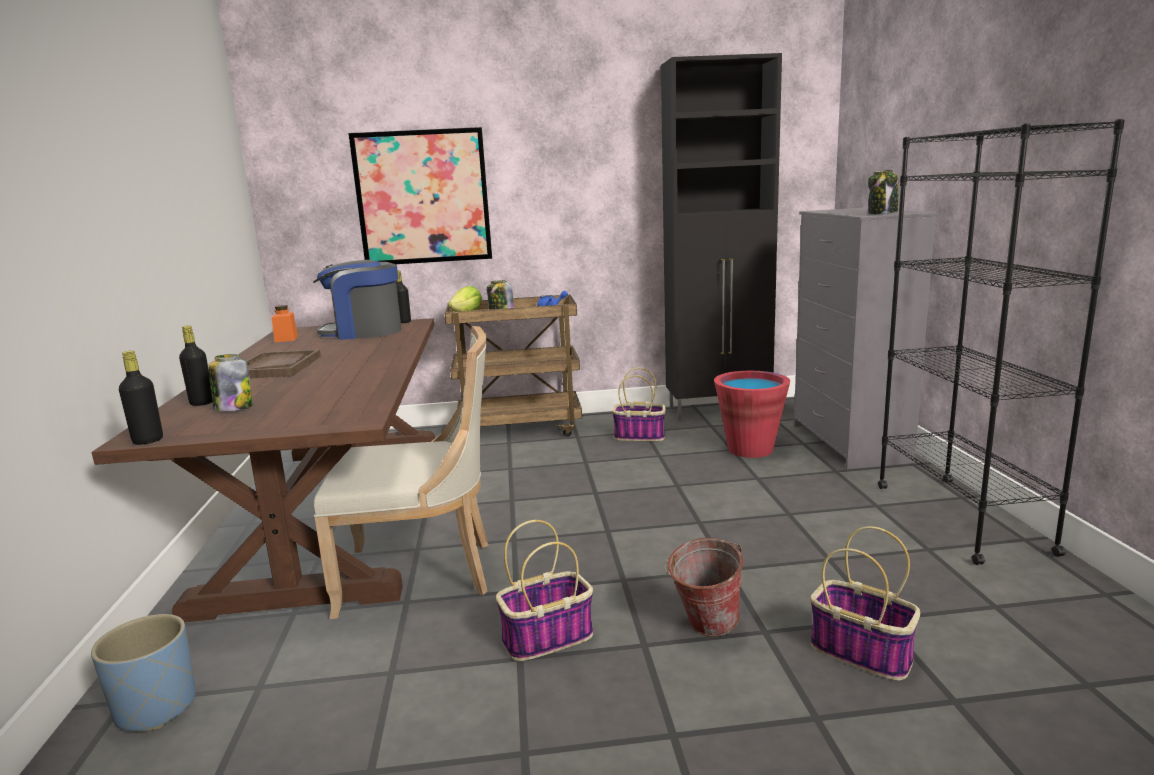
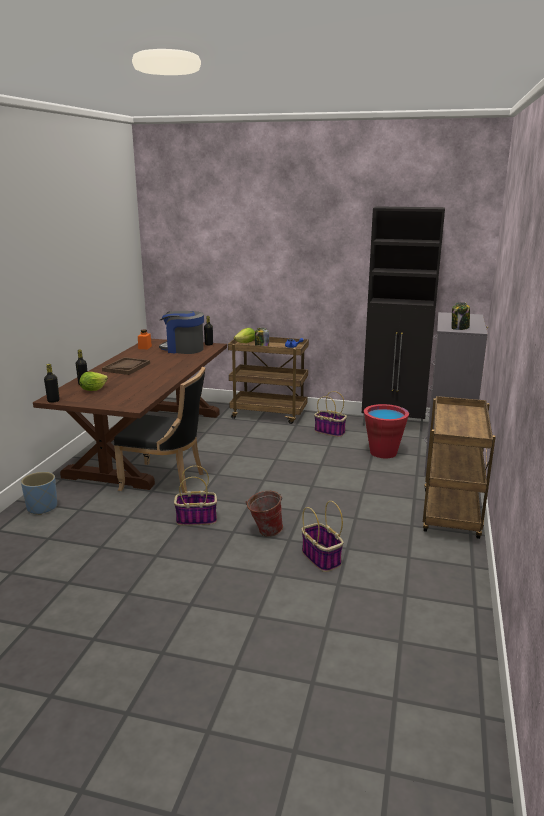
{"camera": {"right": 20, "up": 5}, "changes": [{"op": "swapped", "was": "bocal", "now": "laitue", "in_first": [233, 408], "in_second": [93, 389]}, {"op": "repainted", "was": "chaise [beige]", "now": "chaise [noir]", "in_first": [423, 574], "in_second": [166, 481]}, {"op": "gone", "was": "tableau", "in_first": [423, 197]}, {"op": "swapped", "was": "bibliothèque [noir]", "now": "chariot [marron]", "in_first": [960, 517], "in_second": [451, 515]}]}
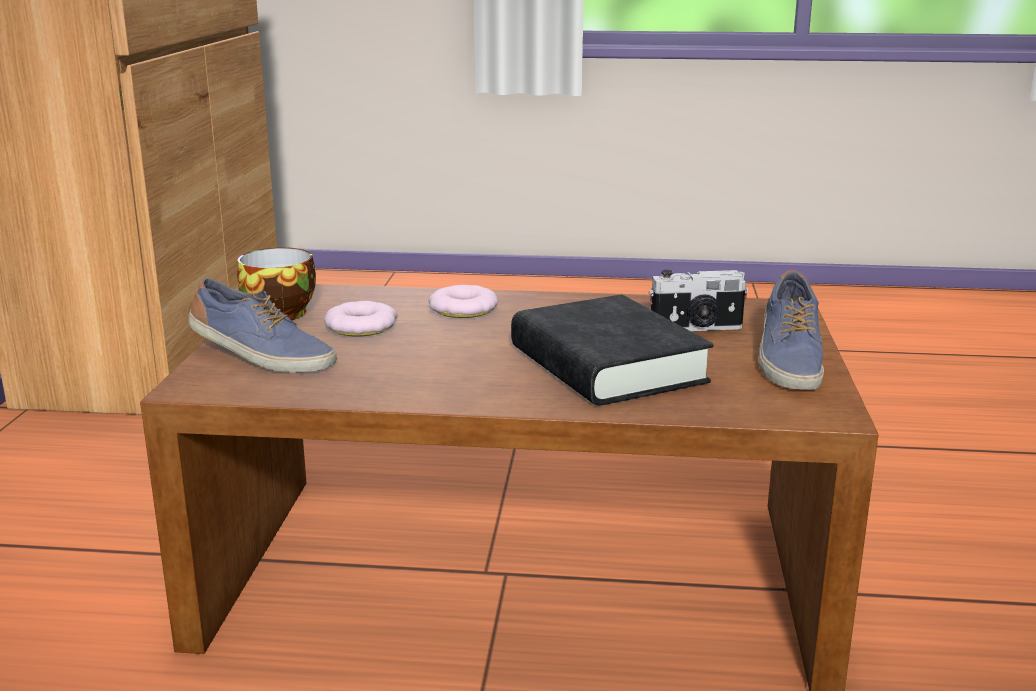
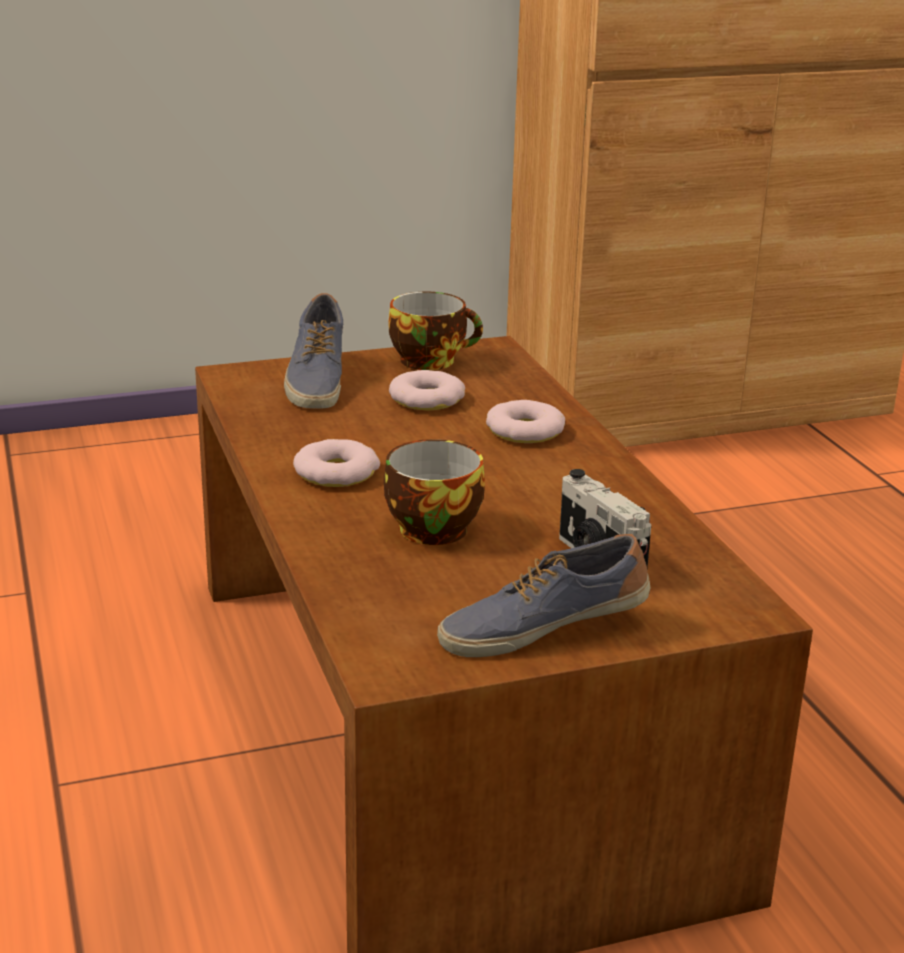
{"camera": {"right": 65, "up": 5}, "changes": [{"op": "swapped", "was": "livre [noir]", "now": "tasse", "in_first": [607, 365], "in_second": [428, 527]}, {"op": "new", "now": "beignet", "in_second": [336, 472]}]}
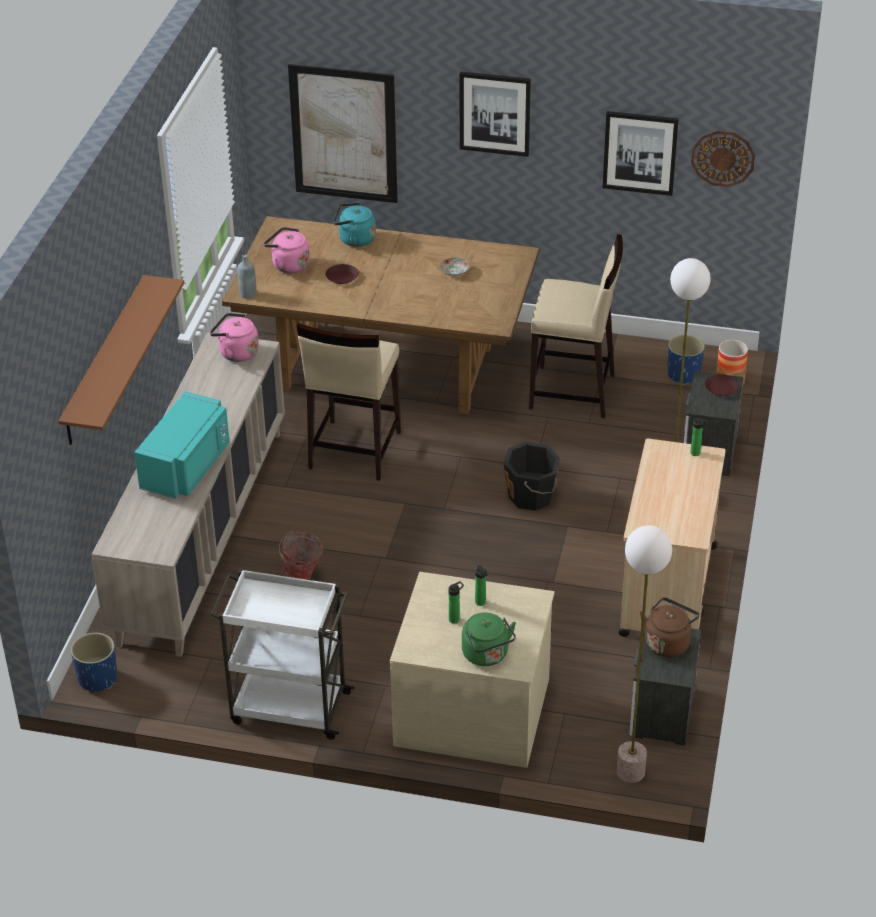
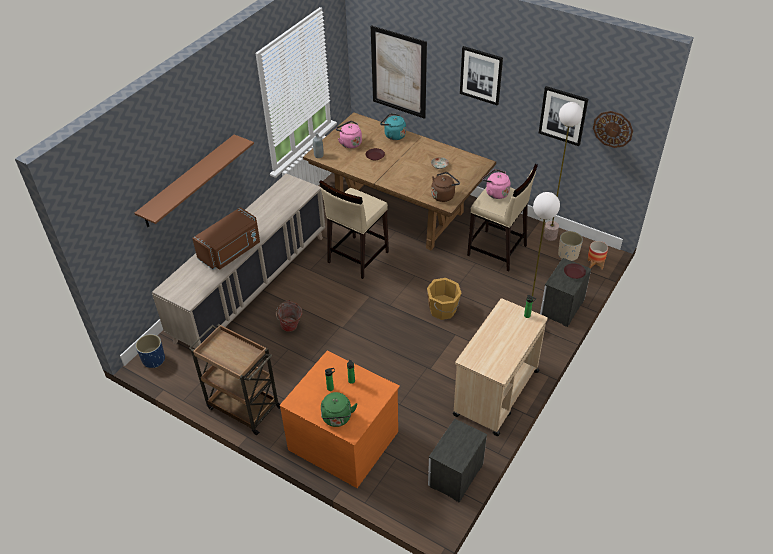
{"camera": {"right": 20, "up": 5}, "changes": [{"op": "repainted", "was": "micro-ondes [turquoise]", "now": "micro-ondes [marron]", "in_first": [187, 467], "in_second": [231, 251]}, {"op": "shifted", "was": "bouilloire [rose]", "in_first": [236, 352], "in_second": [495, 193]}, {"op": "repainted", "was": "chariot [blanc]", "now": "chariot [marron]", "in_first": [288, 707], "in_second": [243, 407]}, {"op": "repainted", "was": "commode [beige]", "now": "commode [orange]", "in_first": [473, 709], "in_second": [344, 439]}, {"op": "repainted", "was": "seau [noir]", "now": "seau [orange]", "in_first": [531, 496], "in_second": [443, 310]}, {"op": "shifted", "was": "lampadaire", "in_first": [630, 772], "in_second": [550, 236]}, {"op": "shifted", "was": "bouilloire [marron]", "in_first": [668, 642], "in_second": [444, 195]}, {"op": "repainted", "was": "cache-pot [bleu]", "now": "cache-pot [beige]", "in_first": [683, 375], "in_second": [568, 255]}]}
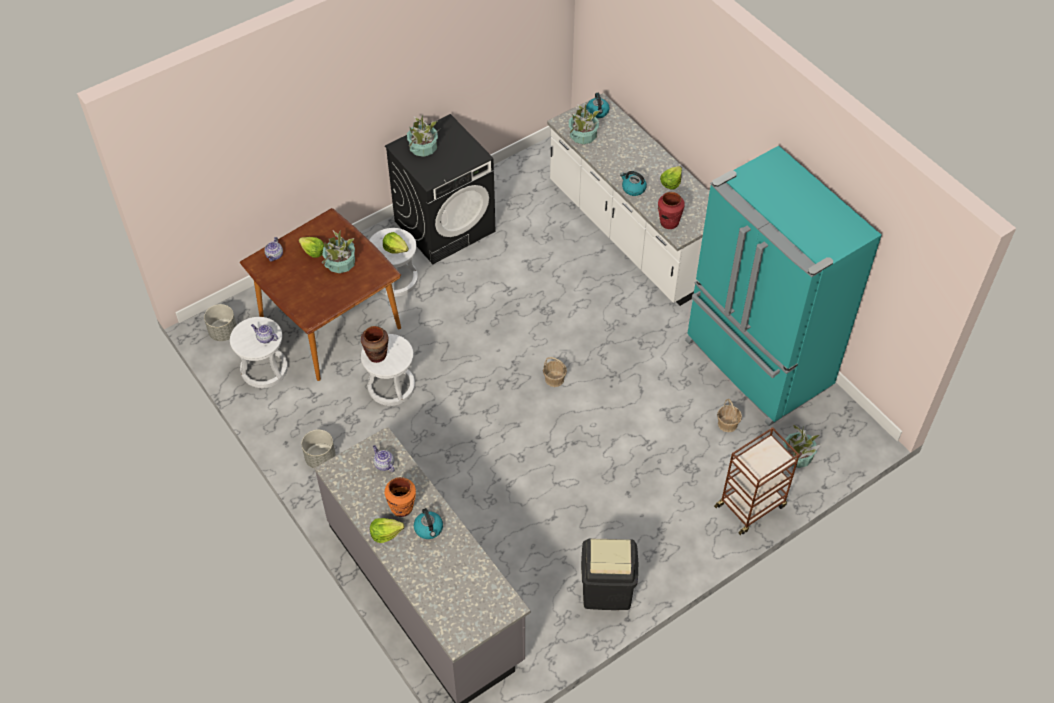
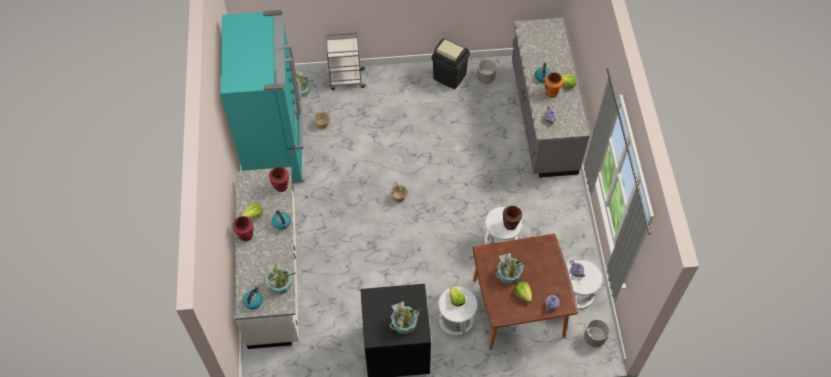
{"camera": {"right": -150, "up": 5}, "changes": [{"op": "shifted", "was": "cache-pot [gris]", "in_first": [320, 458], "in_second": [486, 78]}, {"op": "repainted", "was": "chariot [marron]", "now": "chariot [gris]", "in_first": [751, 505], "in_second": [346, 80]}, {"op": "new", "now": "vase [rouge]", "in_second": [246, 235]}]}
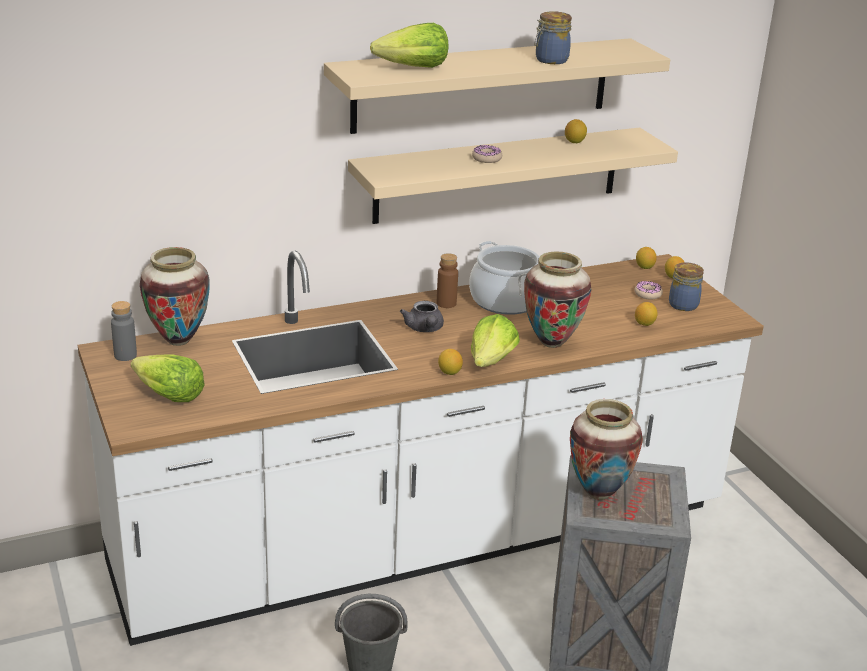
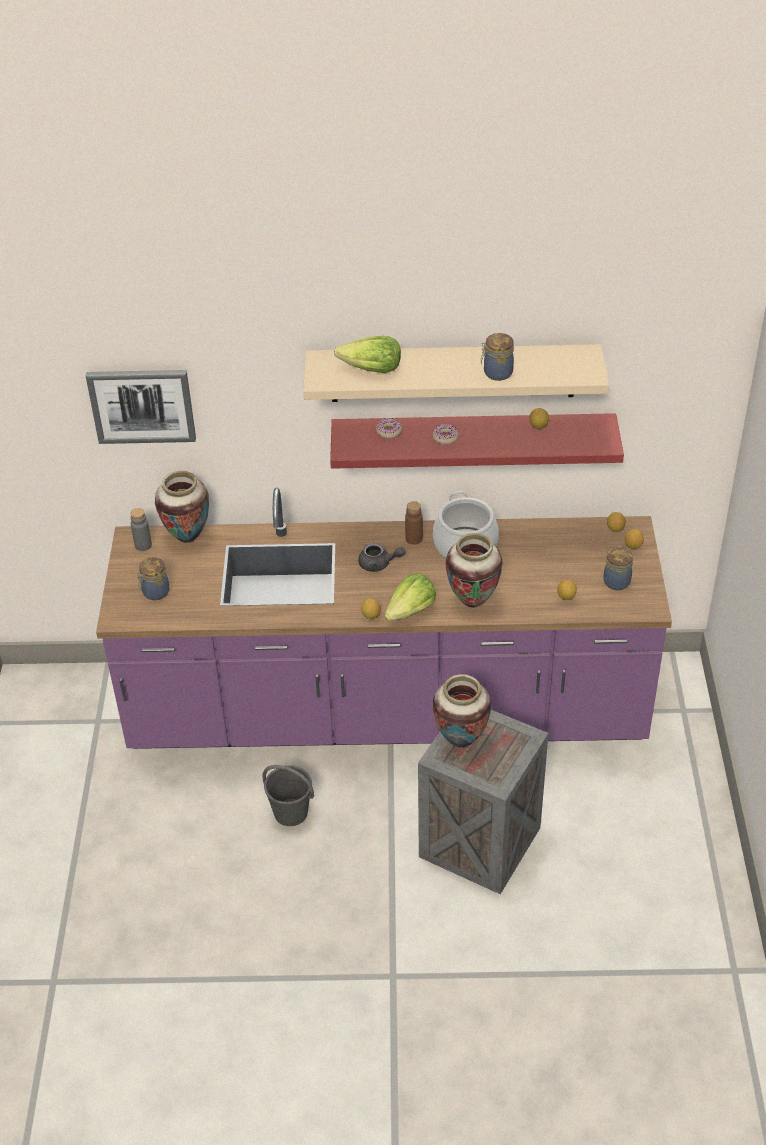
{"camera": {"right": 25, "up": 15}, "changes": [{"op": "repainted", "was": "comptoir de cuisine [blanc]", "now": "comptoir de cuisine [violet]", "in_first": [423, 541], "in_second": [387, 713]}, {"op": "swapped", "was": "laitue", "now": "bocal", "in_first": [168, 395], "in_second": [155, 592]}, {"op": "repainted", "was": "étagère [beige]", "now": "étagère [rouge]", "in_first": [498, 175], "in_second": [473, 439]}, {"op": "rotated", "was": "théière [gris]", "in_first": [424, 329], "in_second": [379, 564], "clockwise": -90}, {"op": "shifted", "was": "beignet", "in_first": [648, 294], "in_second": [389, 431]}, {"op": "new", "now": "tableau", "in_second": [142, 405]}]}
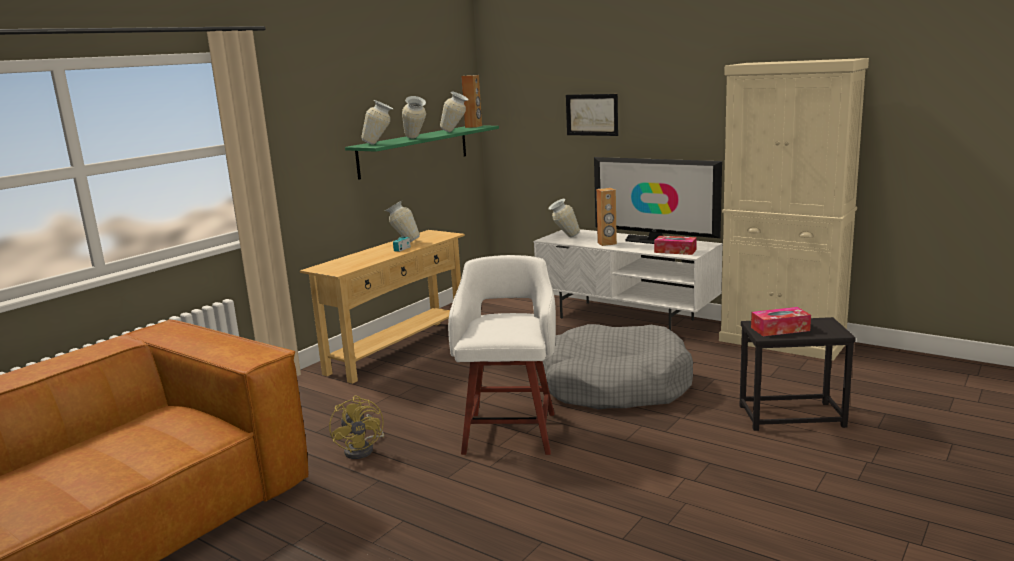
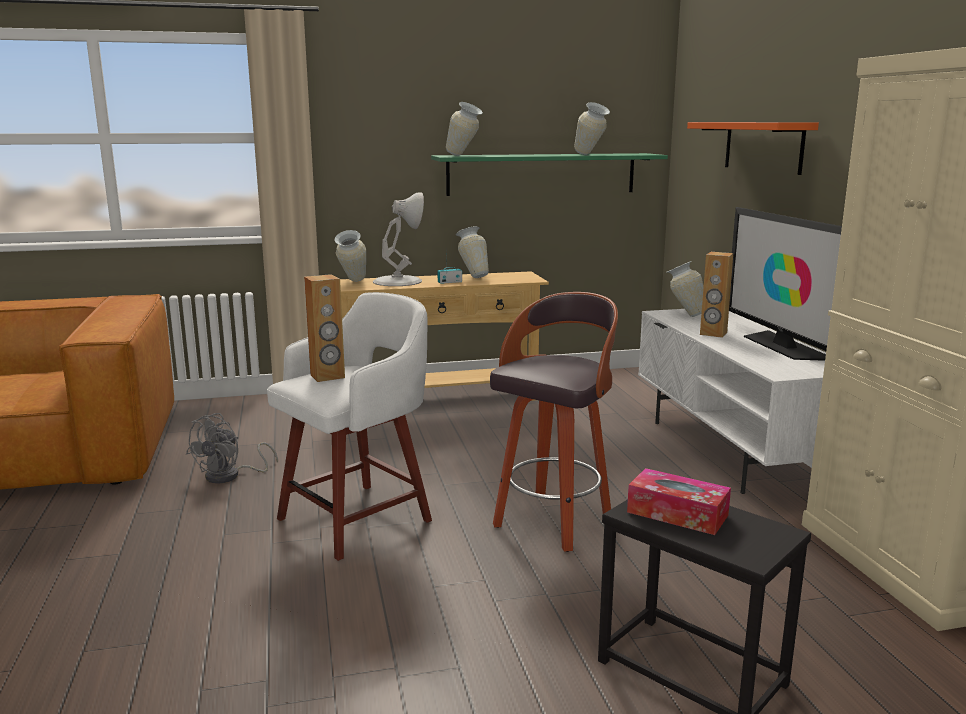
{"camera": {"right": 40, "up": 0}, "changes": [{"op": "repainted", "was": "ventilateur [jaune]", "now": "ventilateur [gris]", "in_first": [363, 449], "in_second": [230, 476]}, {"op": "shifted", "was": "vase", "in_first": [415, 138], "in_second": [352, 283]}, {"op": "shifted", "was": "enceinte [marron]", "in_first": [473, 126], "in_second": [327, 376]}, {"op": "swapped", "was": "panier pour chien [gris]", "now": "tabouret", "in_first": [614, 385], "in_second": [554, 520]}, {"op": "swapped", "was": "tableau", "now": "étagère [orange]", "in_first": [592, 114], "in_second": [763, 146]}, {"op": "gone", "was": "boîte à mouchoirs", "in_first": [675, 251]}, {"op": "new", "now": "lampe de table [blanc]", "in_second": [398, 281]}]}
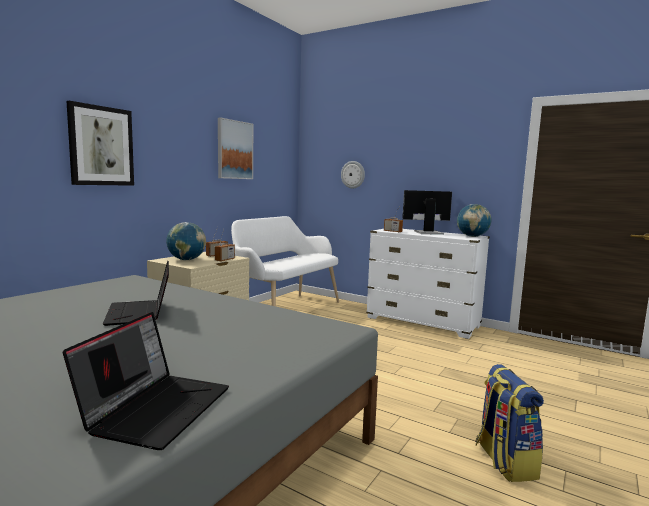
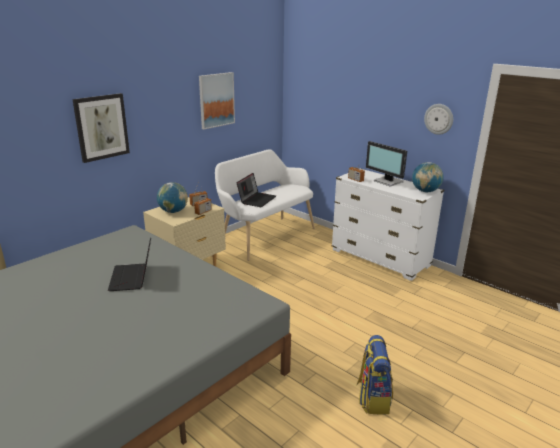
{"camera": {"right": 10, "up": 15}, "changes": [{"op": "shifted", "was": "ordinateur portable", "in_first": [156, 408], "in_second": [256, 199]}, {"op": "shifted", "was": "horloge murale", "in_first": [353, 174], "in_second": [439, 119]}, {"op": "rotated", "was": "écran d'ordinateur", "in_first": [427, 232], "in_second": [388, 182], "clockwise": -135}]}
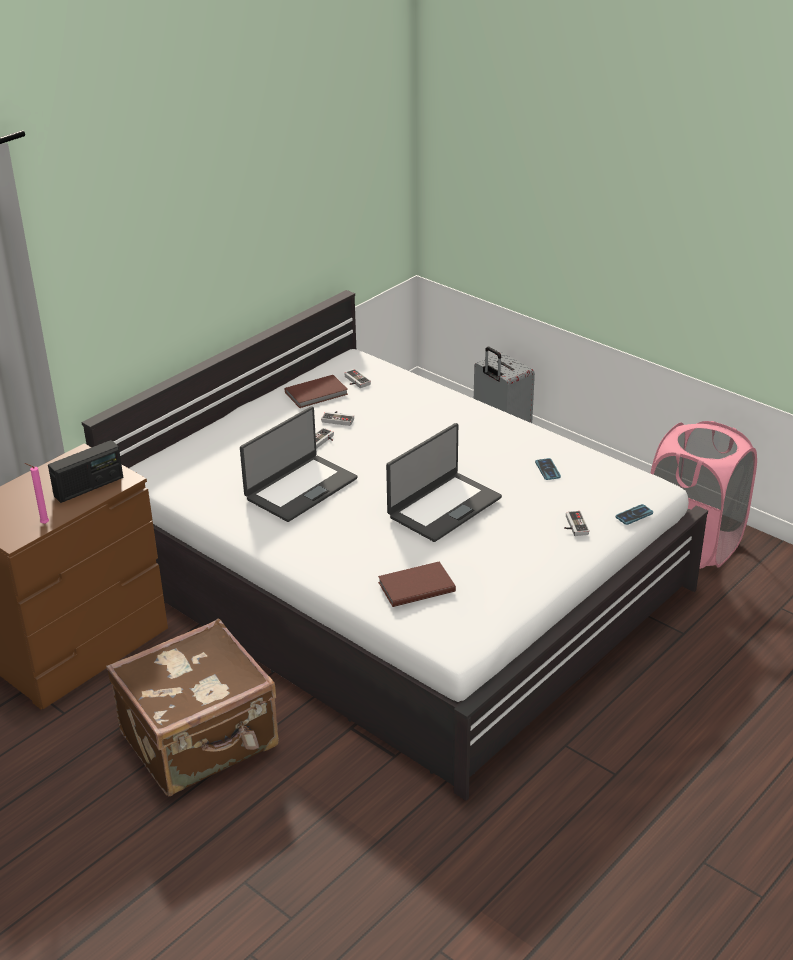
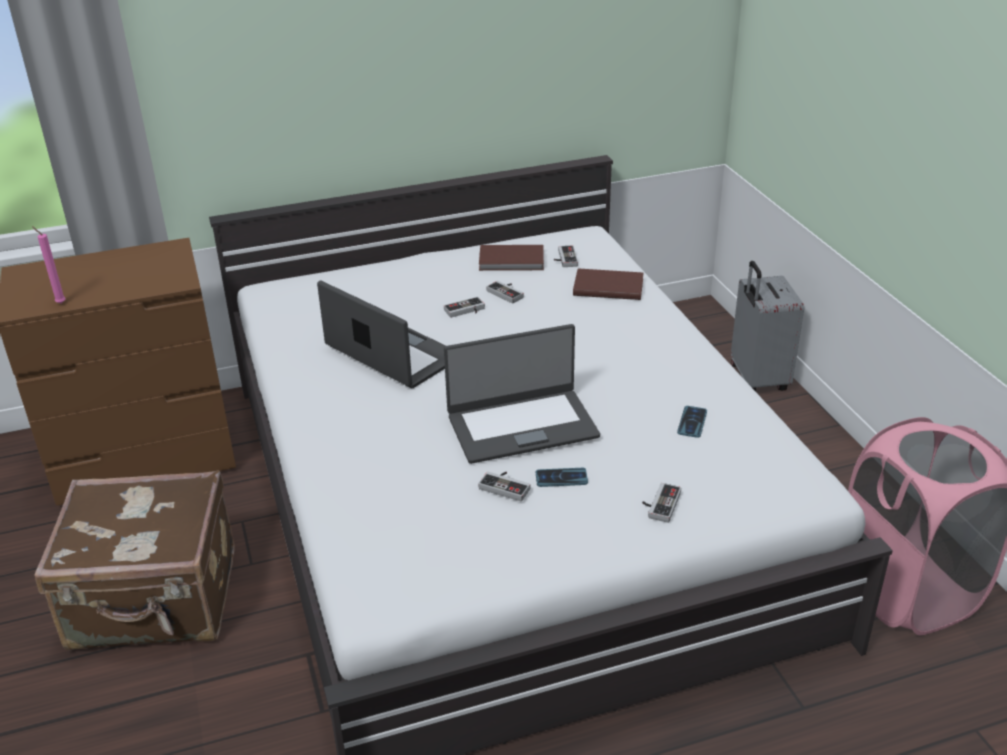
{"camera": {"right": 30, "up": 0}, "changes": [{"op": "gone", "was": "radio", "in_first": [89, 487]}, {"op": "rotated", "was": "ordinateur portable", "in_first": [300, 488], "in_second": [392, 353], "clockwise": -120}, {"op": "shifted", "was": "livre [marron]", "in_first": [415, 586], "in_second": [607, 286]}, {"op": "shifted", "was": "téléphone", "in_first": [634, 515], "in_second": [561, 478]}, {"op": "new", "now": "manette", "in_second": [506, 486]}]}
